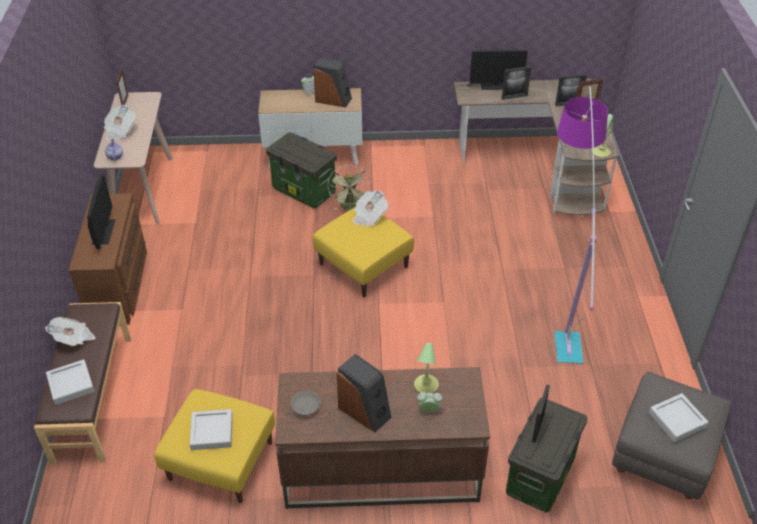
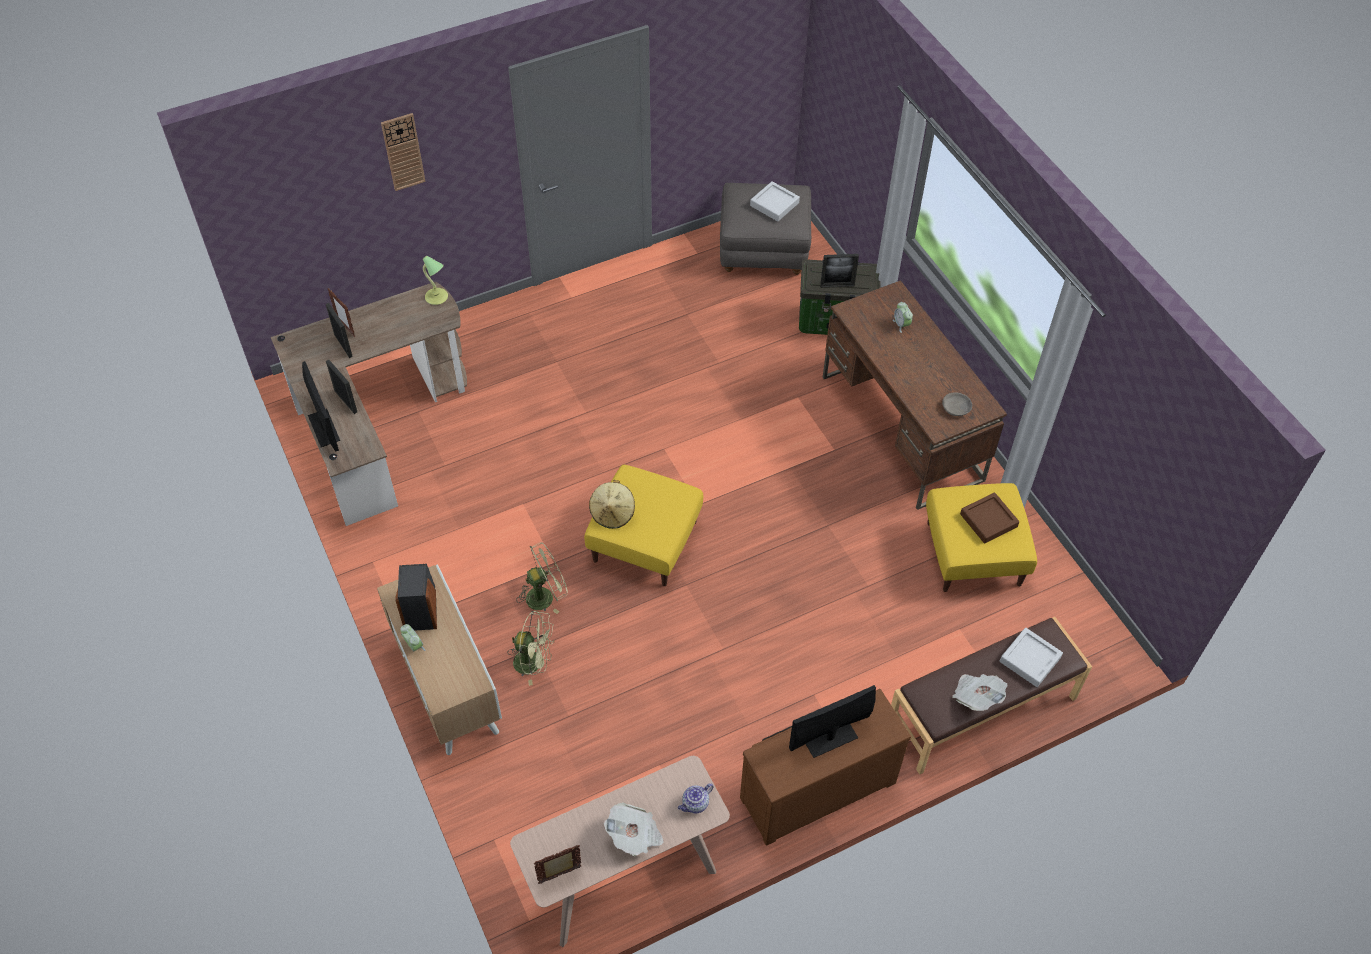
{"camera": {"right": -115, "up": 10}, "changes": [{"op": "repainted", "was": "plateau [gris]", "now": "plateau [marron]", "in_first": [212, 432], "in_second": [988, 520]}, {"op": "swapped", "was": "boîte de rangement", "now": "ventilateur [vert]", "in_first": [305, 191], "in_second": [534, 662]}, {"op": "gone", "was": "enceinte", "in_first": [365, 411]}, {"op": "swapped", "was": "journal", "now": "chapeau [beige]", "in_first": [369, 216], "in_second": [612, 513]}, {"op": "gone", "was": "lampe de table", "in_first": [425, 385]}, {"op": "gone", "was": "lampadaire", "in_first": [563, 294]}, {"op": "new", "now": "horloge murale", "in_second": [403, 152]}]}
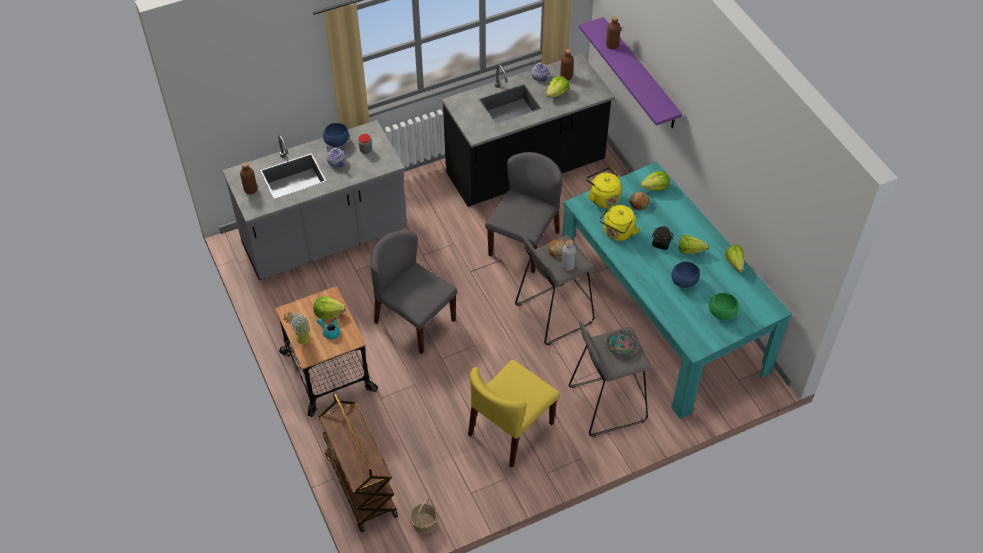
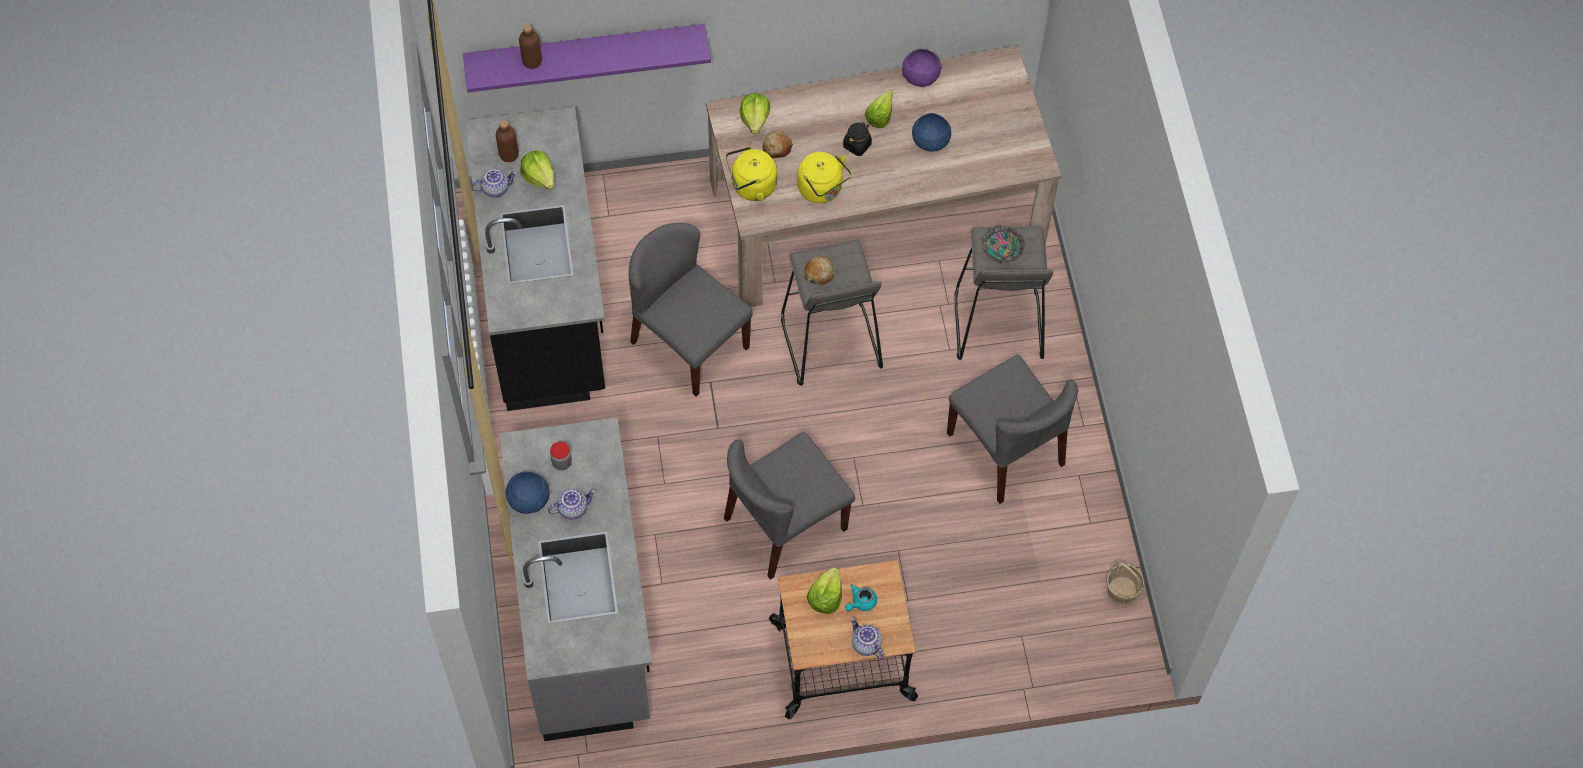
{"camera": {"right": -75, "up": 10}, "changes": [{"op": "gone", "was": "bouteille [marron]", "in_first": [250, 190]}, {"op": "swapped", "was": "plante en pot", "now": "théière", "in_first": [300, 340], "in_second": [865, 644]}, {"op": "gone", "was": "chariot [marron]", "in_first": [360, 485]}, {"op": "repainted", "was": "chaise [jaune]", "now": "chaise [gris]", "in_first": [511, 430], "in_second": [1006, 449]}, {"op": "gone", "was": "bouteille [gris]", "in_first": [567, 266]}, {"op": "repainted", "was": "table à manger [turquoise]", "now": "table à manger [beige]", "in_first": [662, 316], "in_second": [875, 215]}, {"op": "gone", "was": "bol [vert]", "in_first": [721, 313]}, {"op": "swapped", "was": "laitue", "now": "bol [violet]", "in_first": [734, 265], "in_second": [921, 76]}]}
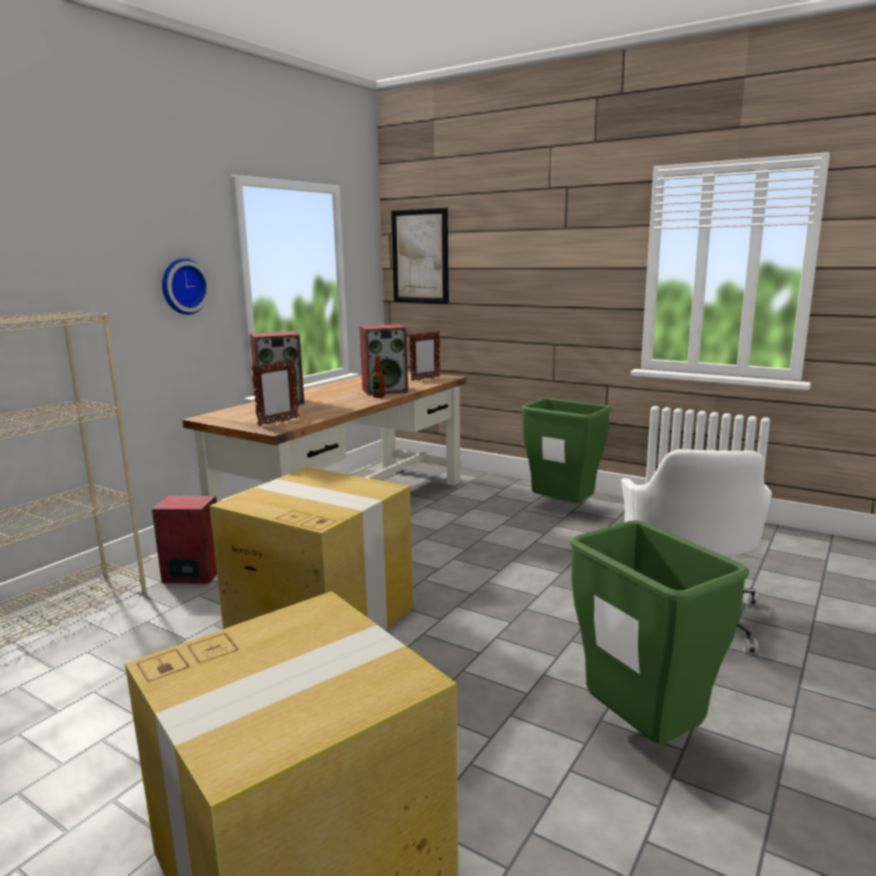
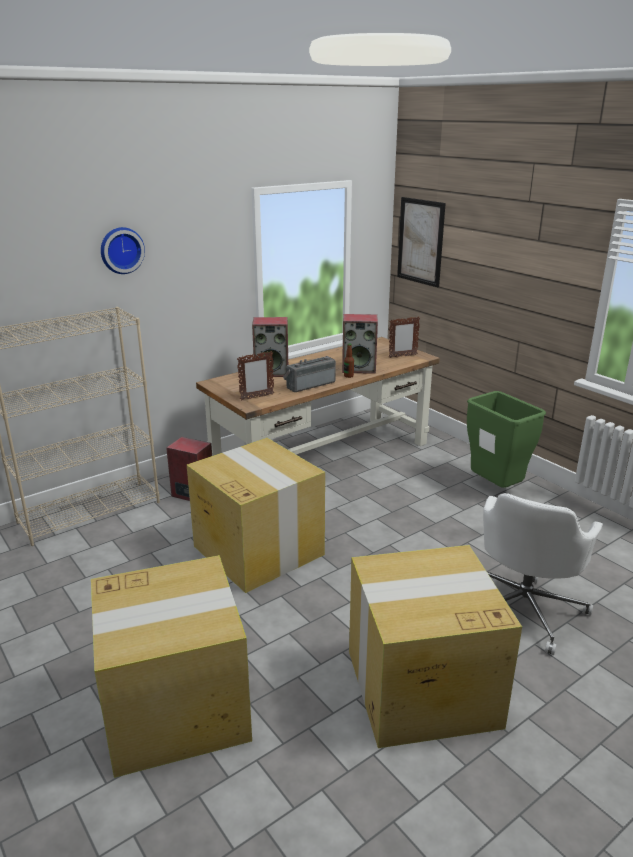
{"camera": {"right": 20, "up": 10}, "changes": [{"op": "shifted", "was": "horloge murale", "in_first": [183, 286], "in_second": [121, 250]}, {"op": "swapped", "was": "poubelle [vert]", "now": "carton", "in_first": [640, 732], "in_second": [420, 688]}, {"op": "new", "now": "radio", "in_second": [309, 384]}]}
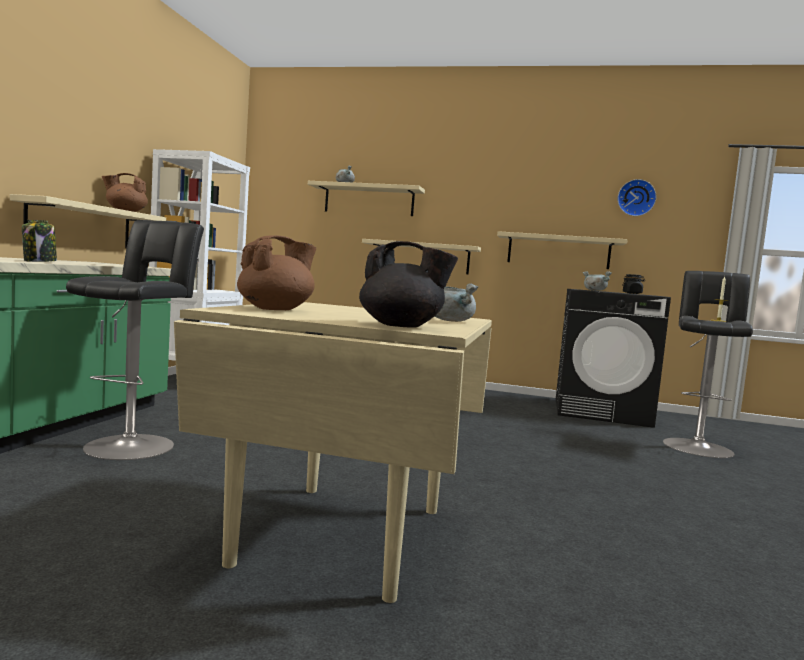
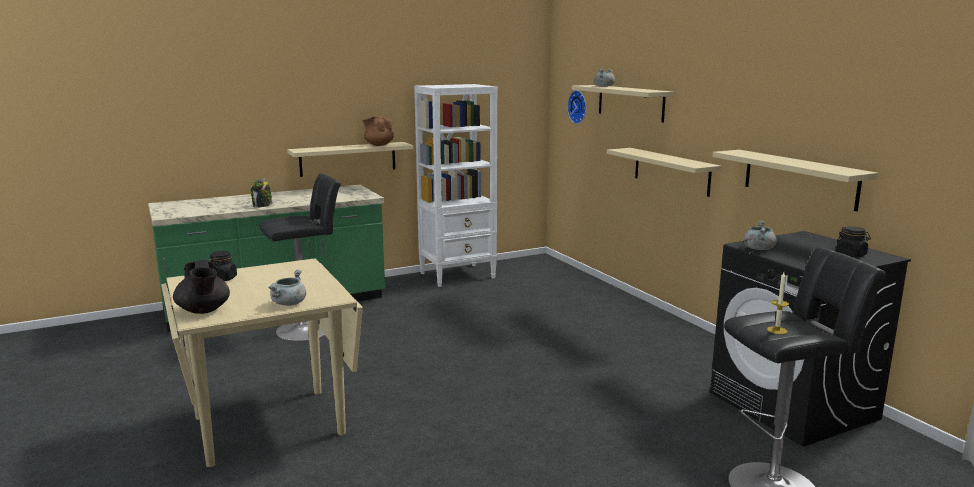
{"camera": {"right": 50, "up": 10}, "changes": [{"op": "swapped", "was": "théière [marron]", "now": "bocal [noir]", "in_first": [276, 309], "in_second": [222, 279]}, {"op": "shifted", "was": "horloge murale", "in_first": [636, 198], "in_second": [579, 107]}]}
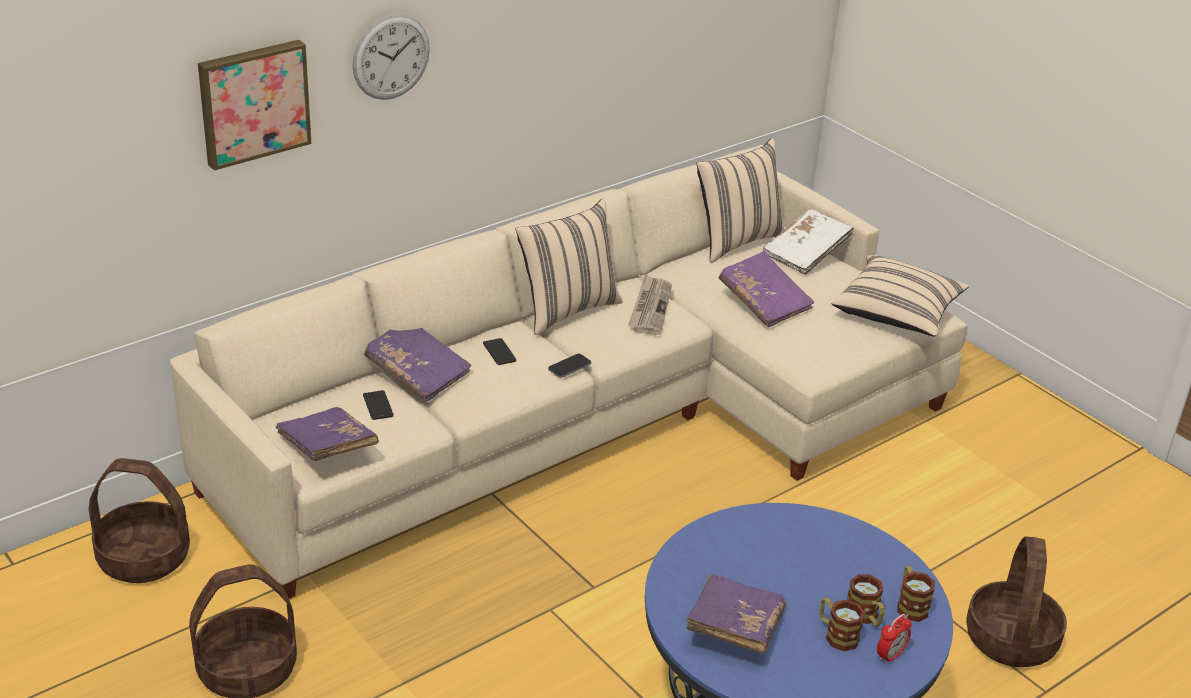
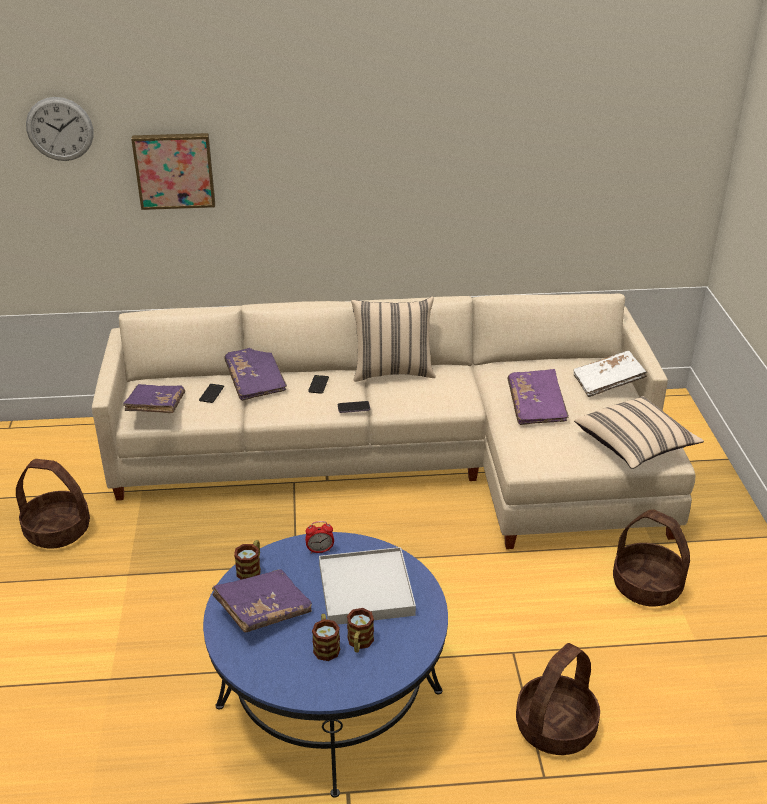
{"camera": {"right": 35, "up": 0}, "changes": [{"op": "shifted", "was": "panier", "in_first": [145, 557], "in_second": [647, 586]}, {"op": "shifted", "was": "horloge murale", "in_first": [391, 57], "in_second": [60, 129]}, {"op": "gone", "was": "journal", "in_first": [650, 307]}, {"op": "gone", "was": "coussin [beige]", "in_first": [736, 241]}, {"op": "shifted", "was": "réveil", "in_first": [890, 656], "in_second": [320, 550]}, {"op": "shifted", "was": "mug", "in_first": [910, 605], "in_second": [251, 569]}, {"op": "new", "now": "plateau [blanc]", "in_second": [366, 589]}]}
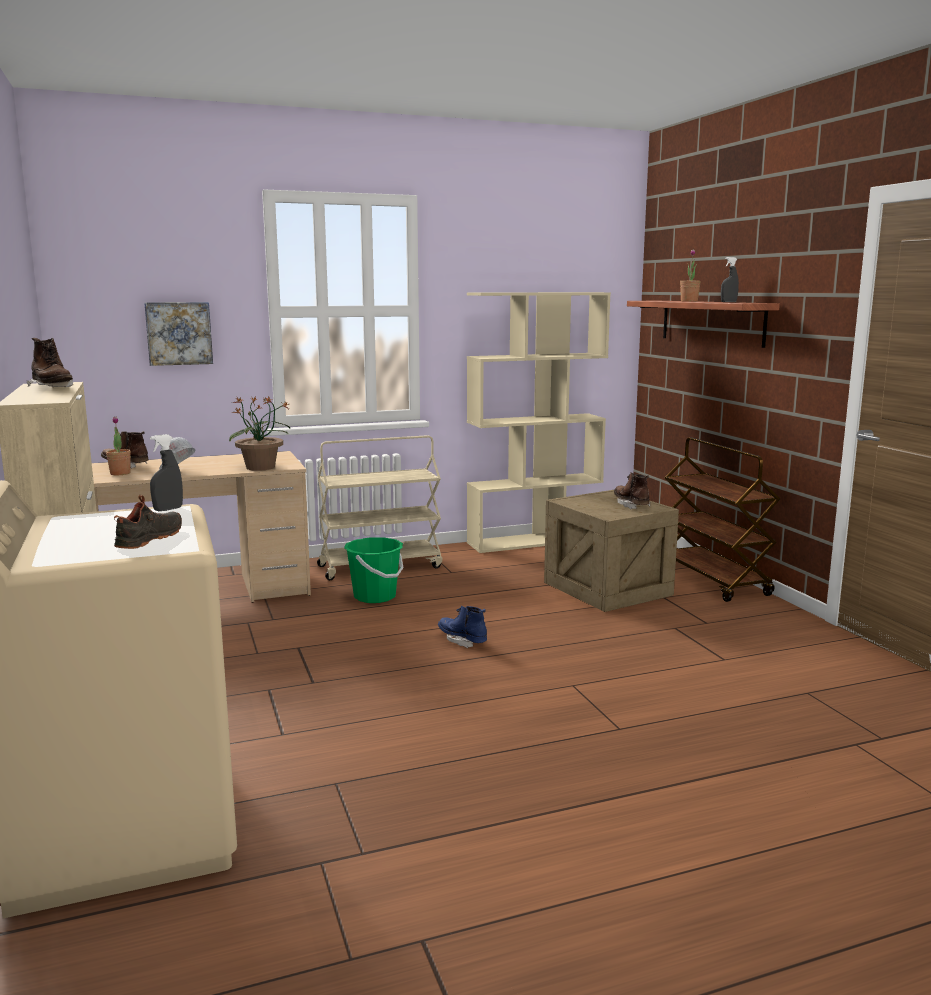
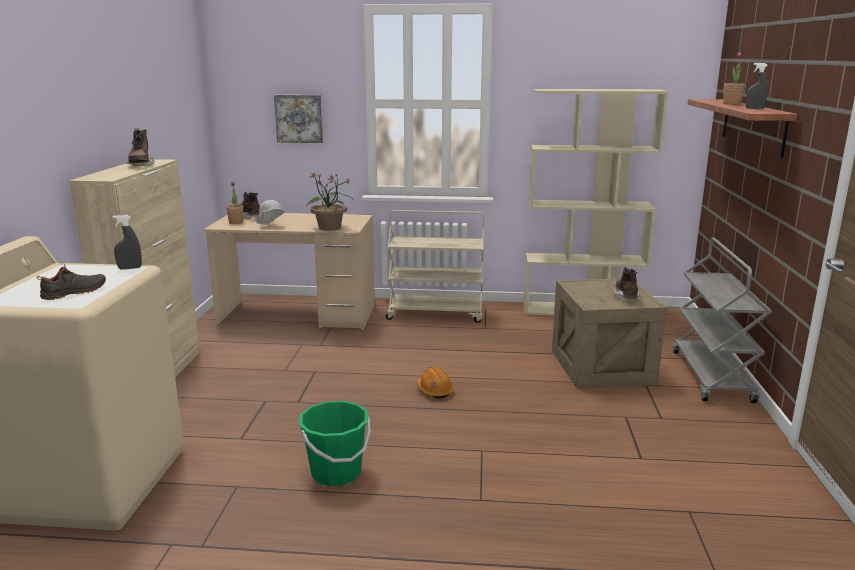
{"camera": {"right": 25, "up": 5}, "changes": [{"op": "shifted", "was": "seau [vert]", "in_first": [375, 596], "in_second": [336, 473]}, {"op": "swapped", "was": "botte [bleu]", "now": "casque de chantier [orange]", "in_first": [462, 640], "in_second": [434, 390]}, {"op": "repainted", "was": "chariot [marron]", "now": "chariot [gris]", "in_first": [713, 580], "in_second": [712, 377]}]}
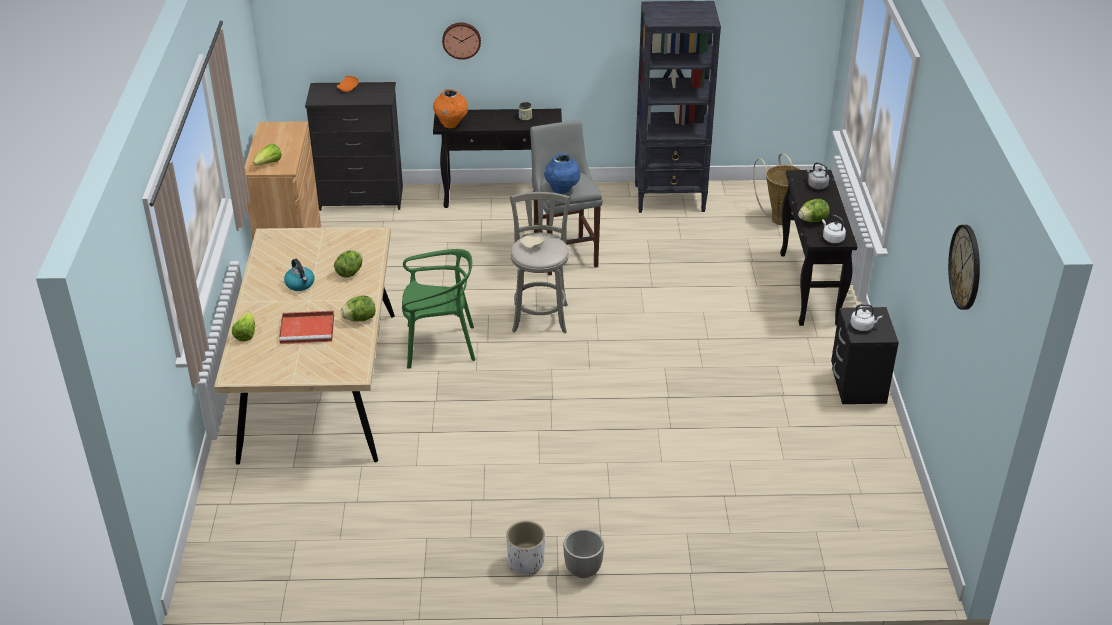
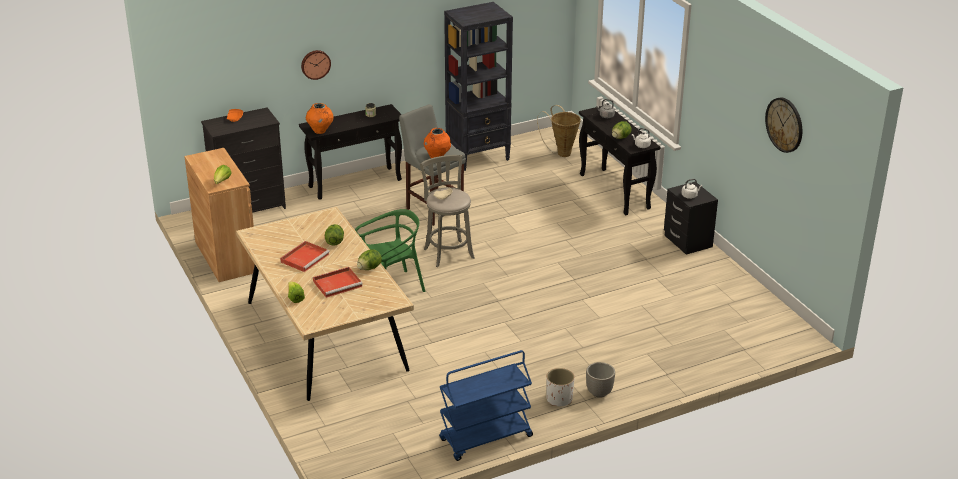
{"camera": {"right": -25, "up": -5}, "changes": [{"op": "swapped", "was": "bouilloire", "now": "plateau [rouge]", "in_first": [300, 284], "in_second": [305, 258]}, {"op": "repainted", "was": "vase [bleu]", "now": "vase [orange]", "in_first": [562, 190], "in_second": [437, 156]}, {"op": "new", "now": "chariot [bleu]", "in_second": [485, 439]}]}
